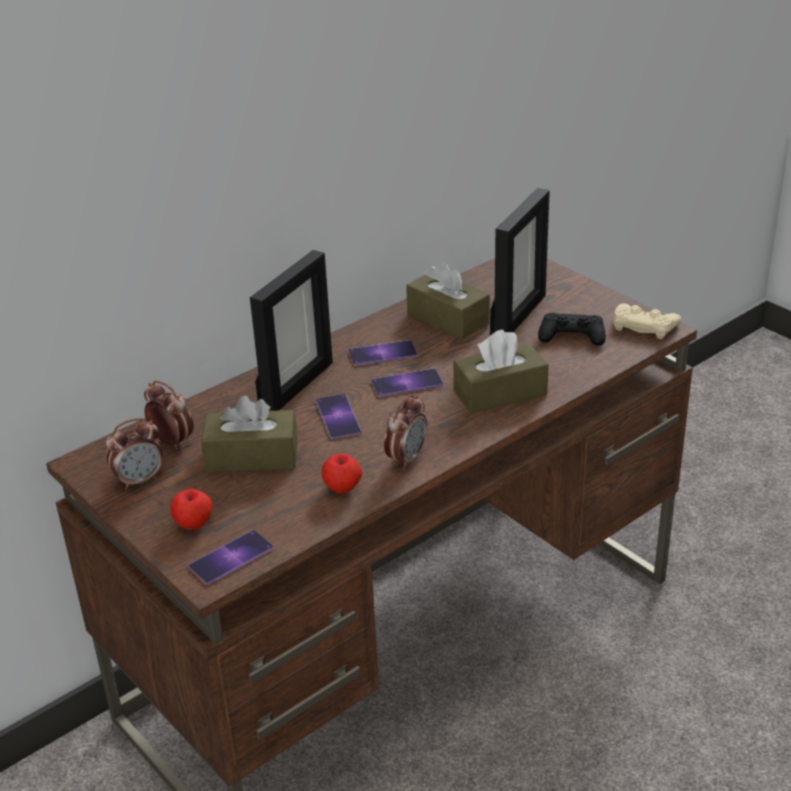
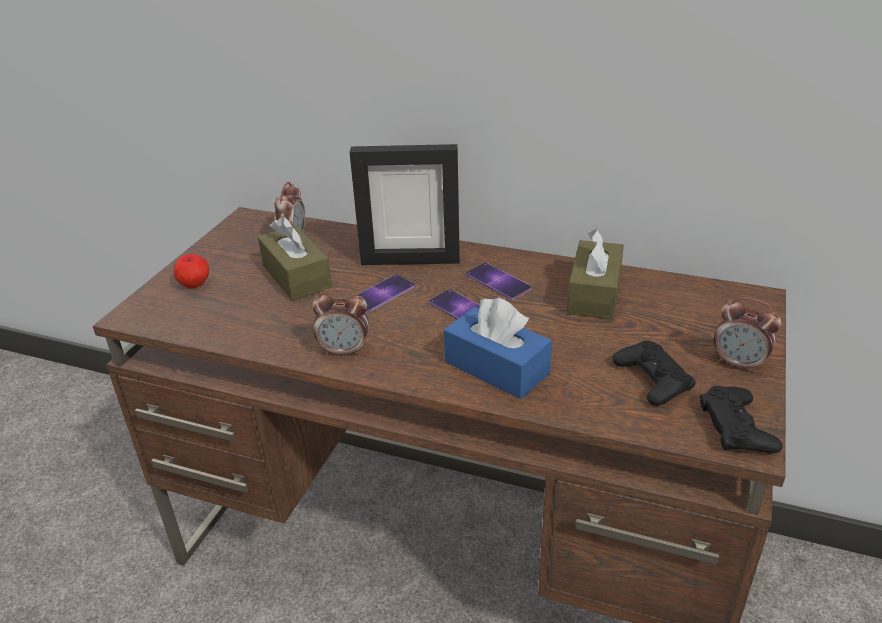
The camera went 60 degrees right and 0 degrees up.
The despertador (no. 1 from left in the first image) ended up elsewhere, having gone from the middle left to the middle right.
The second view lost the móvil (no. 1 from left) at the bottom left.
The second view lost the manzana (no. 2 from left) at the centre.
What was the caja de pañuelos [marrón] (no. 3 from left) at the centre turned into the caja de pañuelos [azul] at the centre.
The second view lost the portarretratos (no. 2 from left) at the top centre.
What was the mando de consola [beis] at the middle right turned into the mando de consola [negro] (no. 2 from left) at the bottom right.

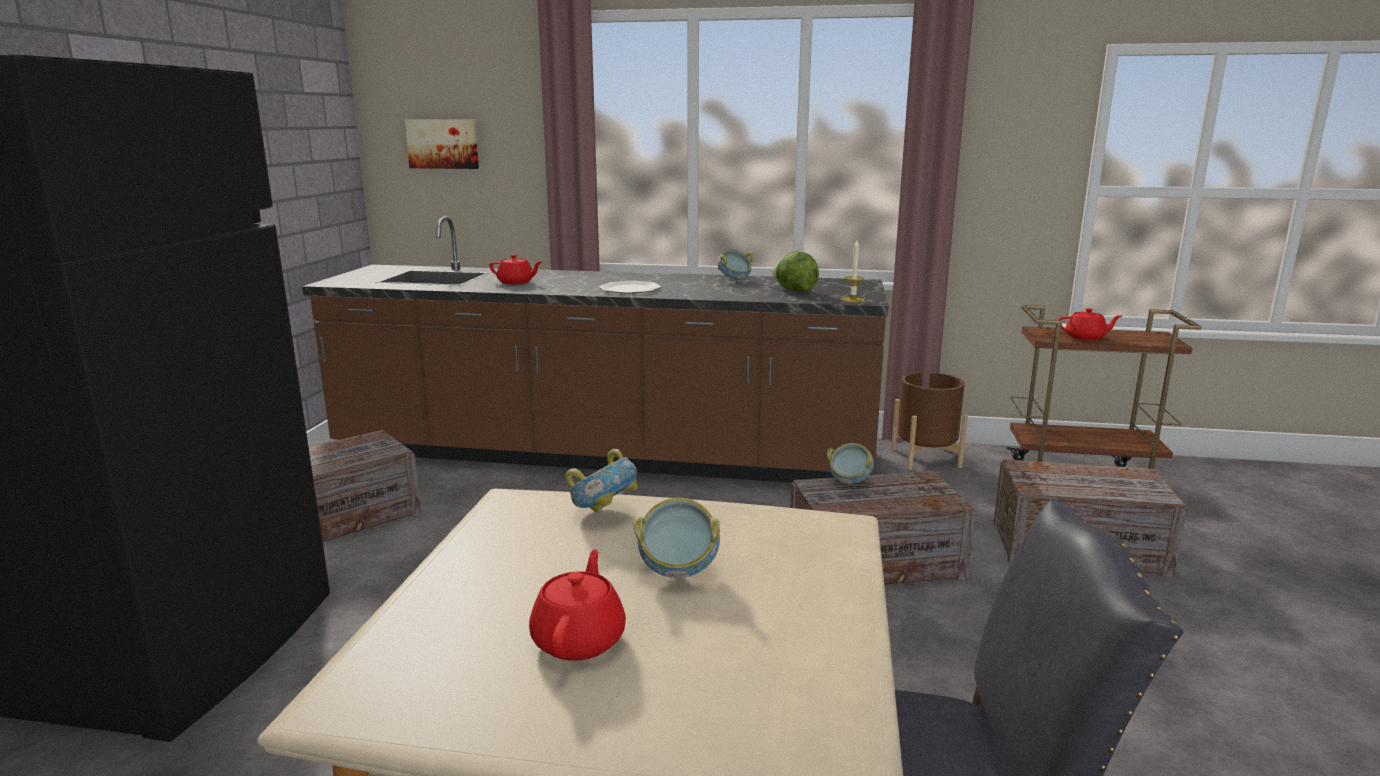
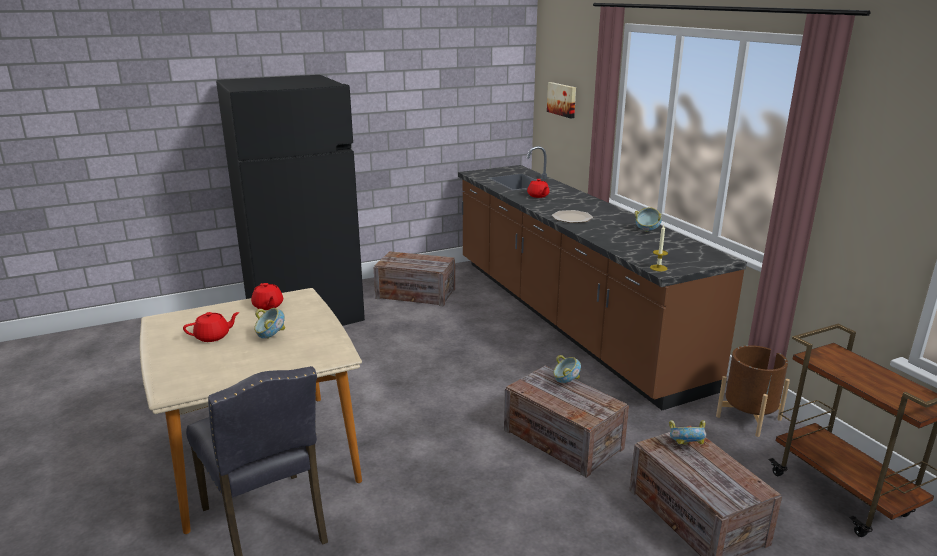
The camera went 55 degrees right and 5 degrees up.
The cuenco (no. 1 from left in the first image) ended up elsewhere, having gone from the centre to the bottom right.
The second view lost the lechuga at the centre.
The tetera [rojo] (no. 3 from left in the first image) ended up elsewhere, having gone from the middle right to the middle left.

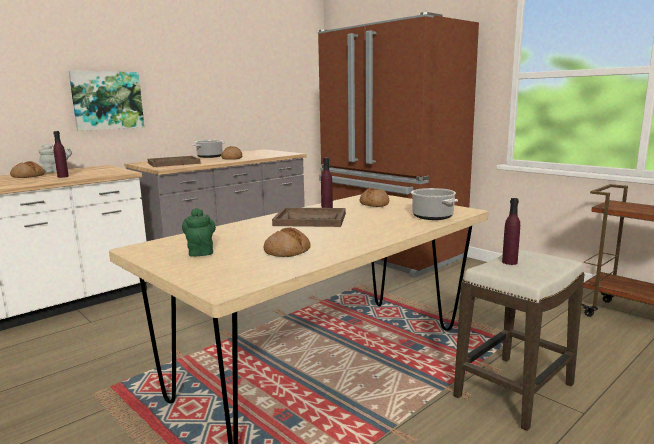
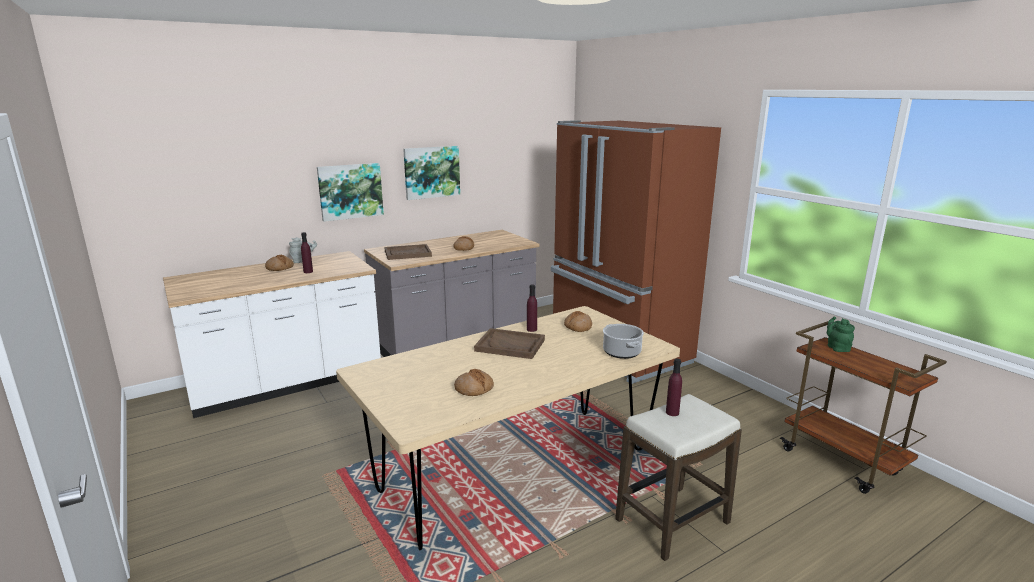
The camera went 10 degrees right and 5 degrees up.
The tetera [verde] ended up elsewhere, having gone from the middle left to the middle right.
The second view lost the olla (no. 1 from left) at the middle left.
The second view gained the cuadro (no. 2 from left) at the top centre.

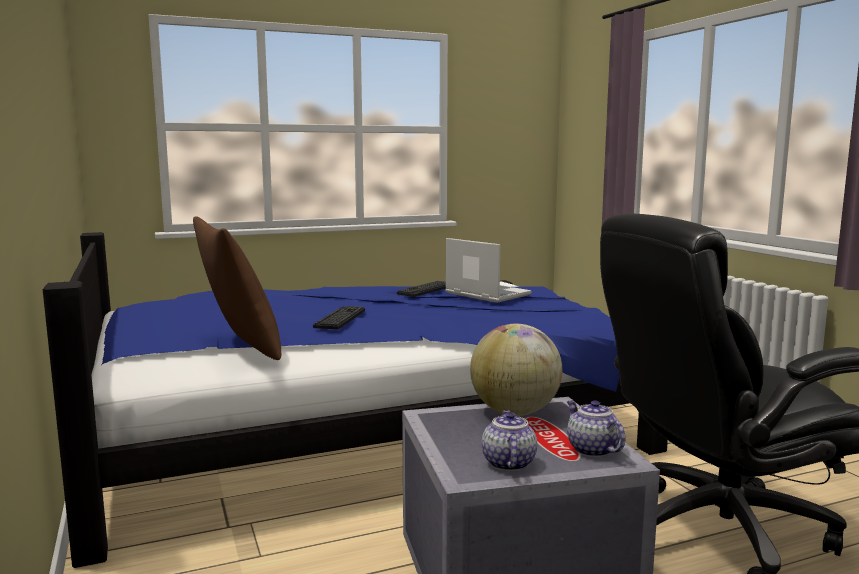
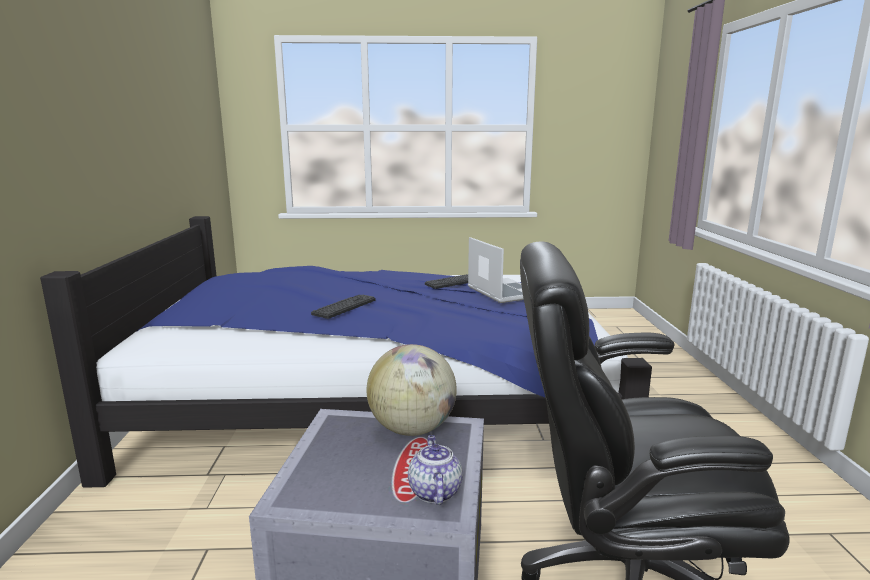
The camera went 20 degrees right and 5 degrees up.
The second view lost the cojín [marrón] at the middle left.
The second view lost the tetera (no. 1 from left) at the bottom centre.

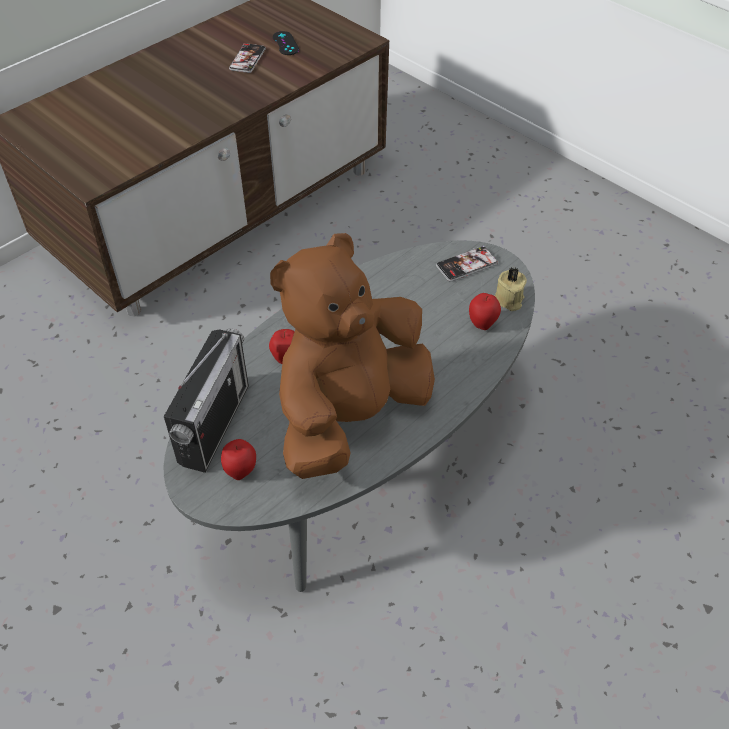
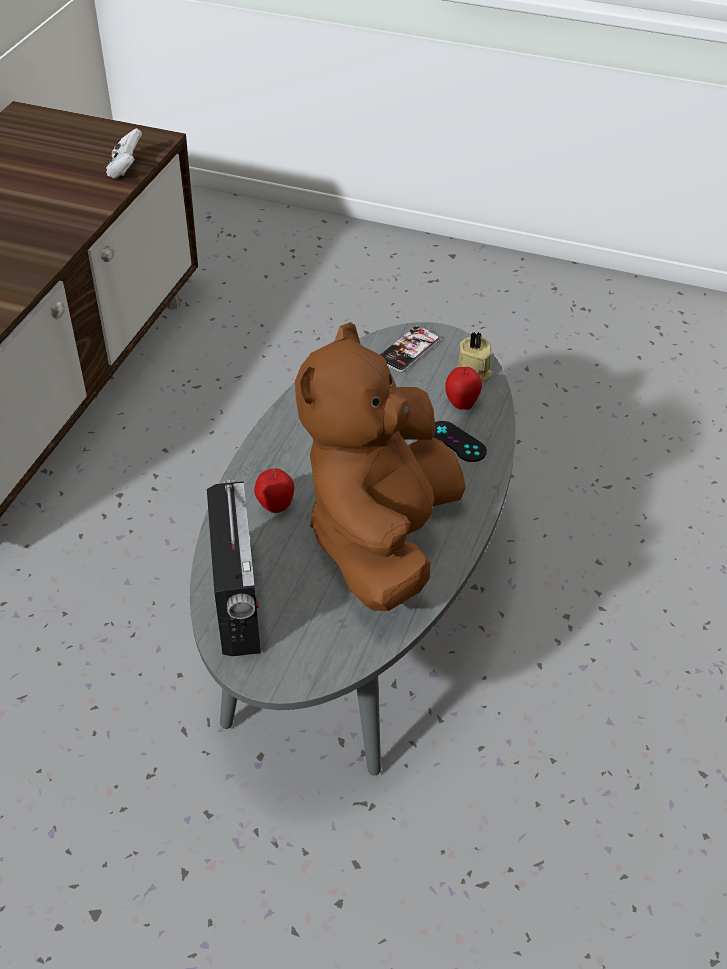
The camera went 25 degrees left and 5 degrees down.
The second view lost the manzana (no. 1 from left) at the middle left.
The second view lost the móvil (no. 1 from left) at the top centre.
The mando de consola [negro] ended up elsewhere, having gone from the top centre to the centre.
The second view gained the mando de consola [blanco] at the top left.

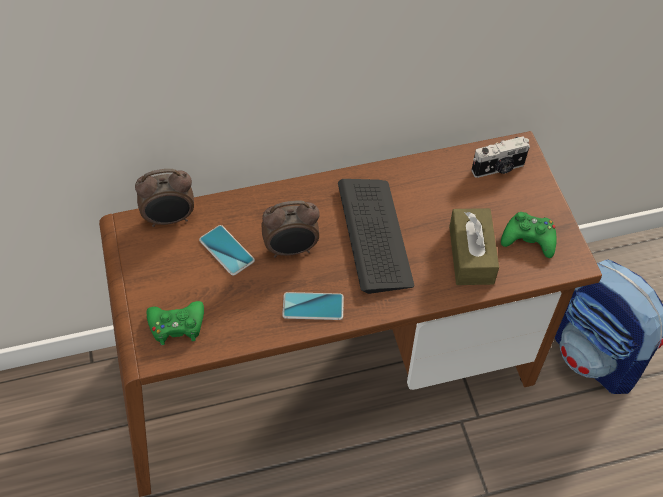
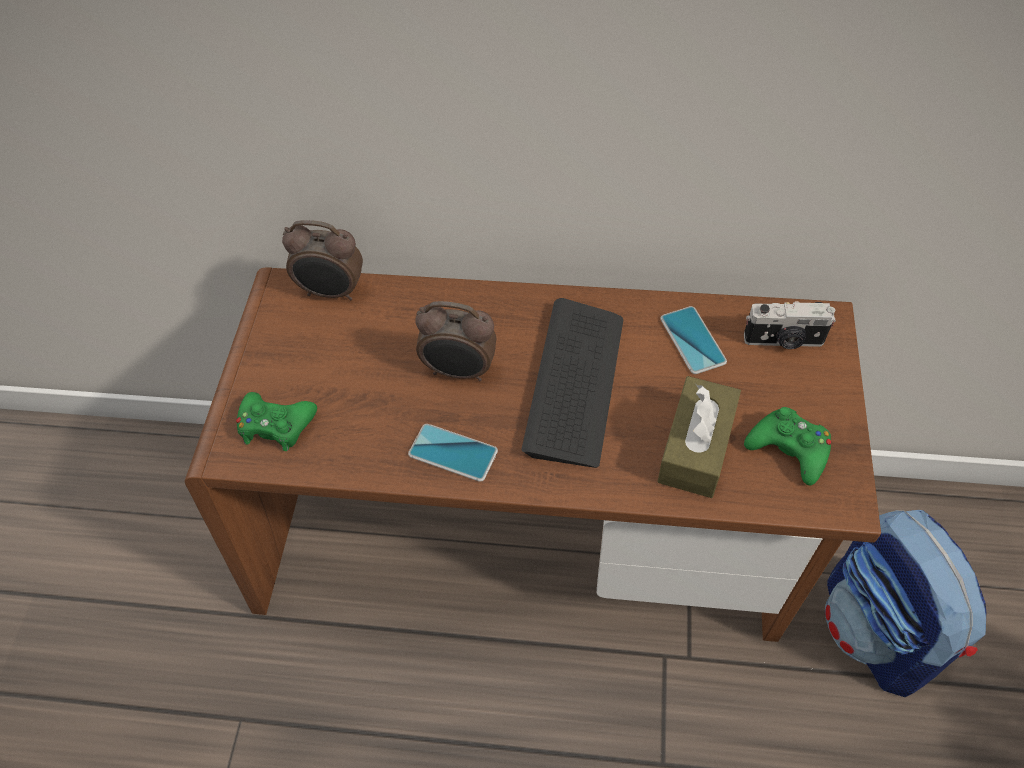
The camera went 25 degrees right and 0 degrees up.
The móvil (no. 1 from left in the first image) ended up elsewhere, having gone from the centre to the middle right.

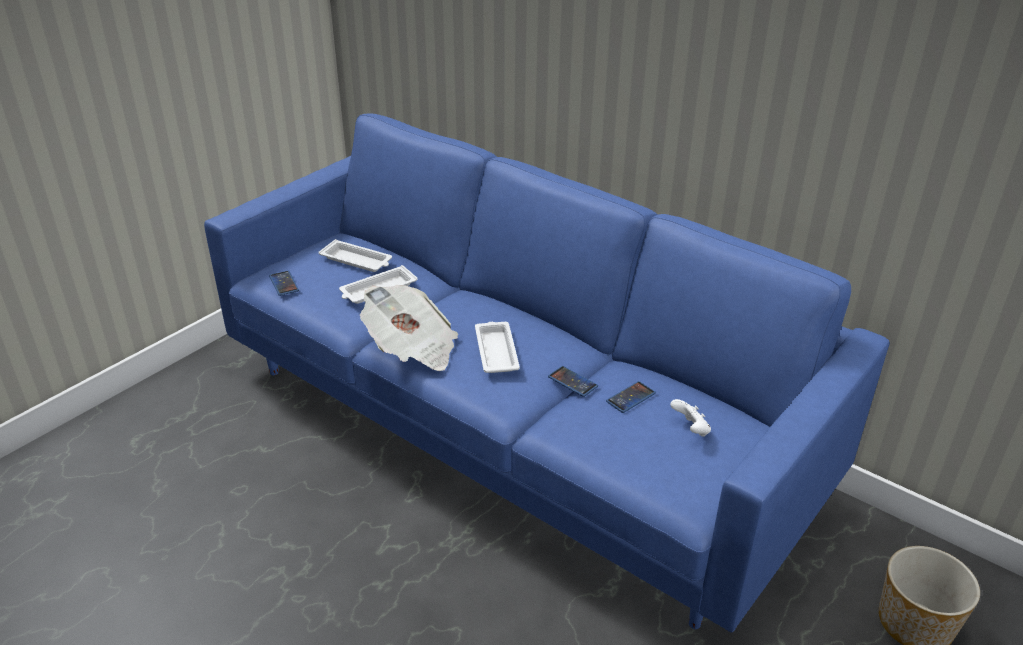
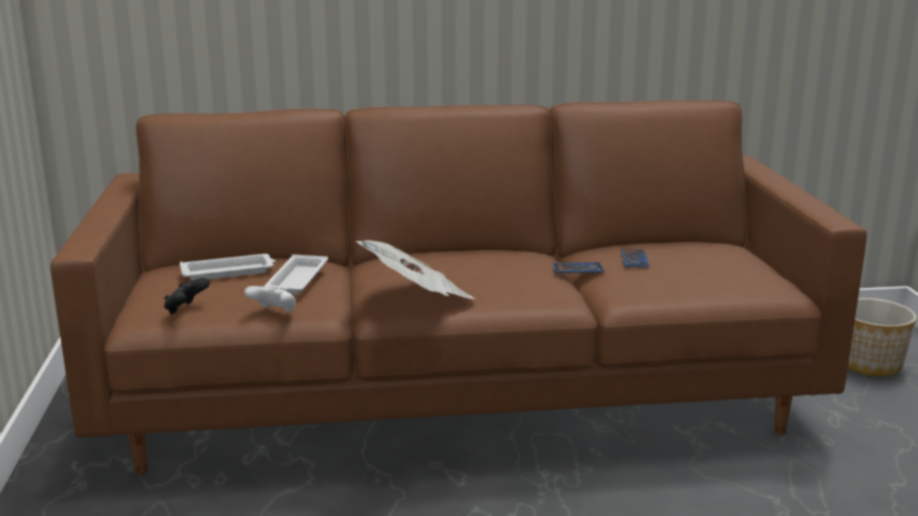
The camera went 45 degrees left and 15 degrees down.
What was the sofá [azul] at the centre turned into the sofá [marrón] at the centre.
Where the móvil (no. 1 from left) stood at the middle left, the mando de consola [negro] came to stand at the middle left.
The second view lost the bandeja [blanco] (no. 3 from left) at the centre.
The mando de consola [blanco] ended up elsewhere, having gone from the middle right to the middle left.

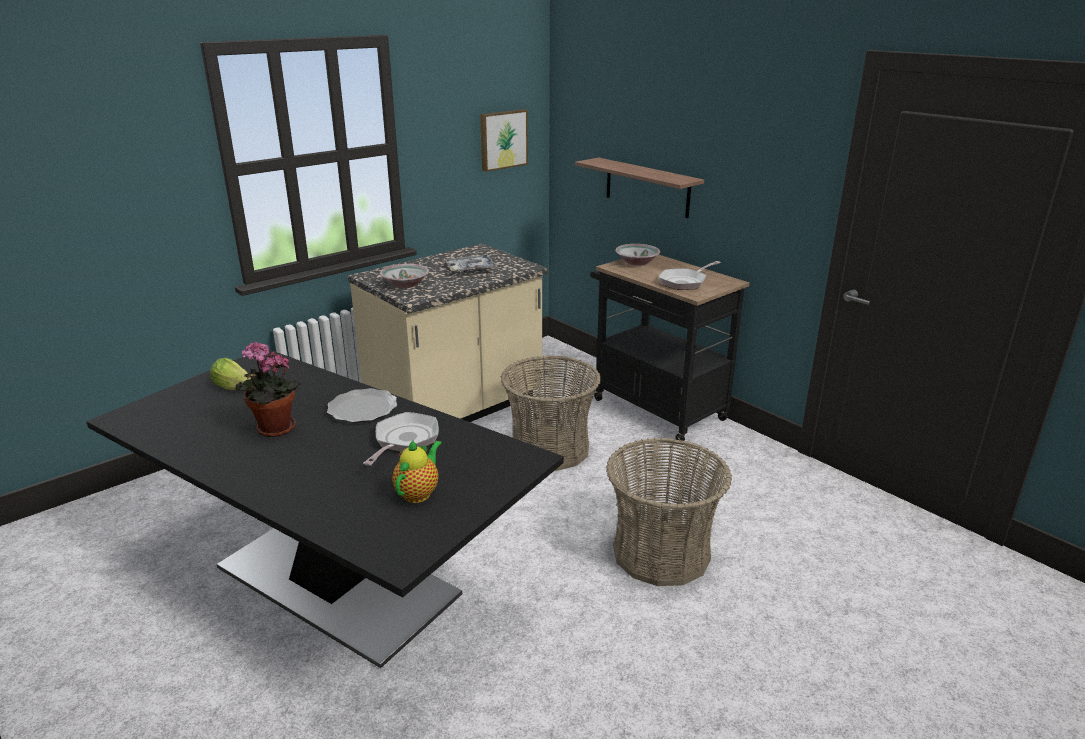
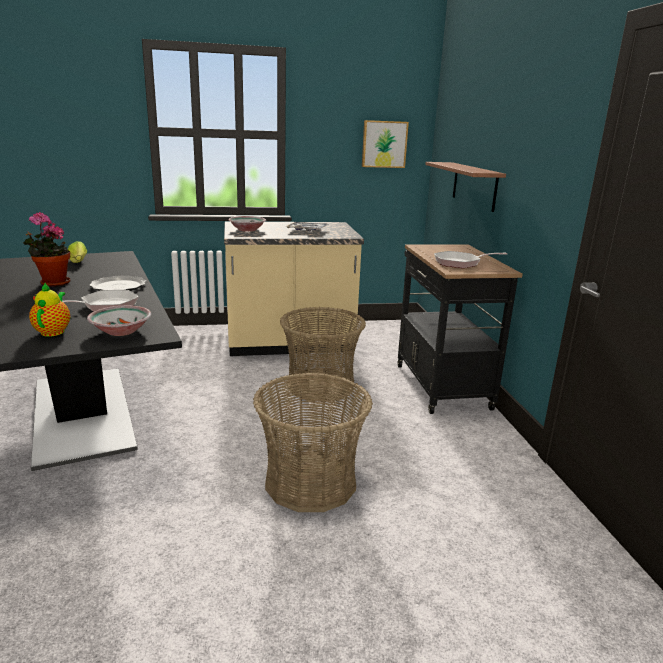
The camera went 30 degrees right and 5 degrees down.
The tetera at the centre ended up facing another way, 60 degrees counterclockwise from before.
The cuenco (no. 2 from left in the first image) ended up elsewhere, having gone from the centre to the middle left.

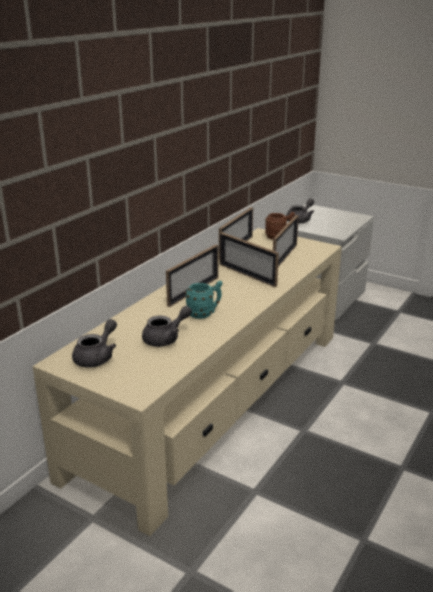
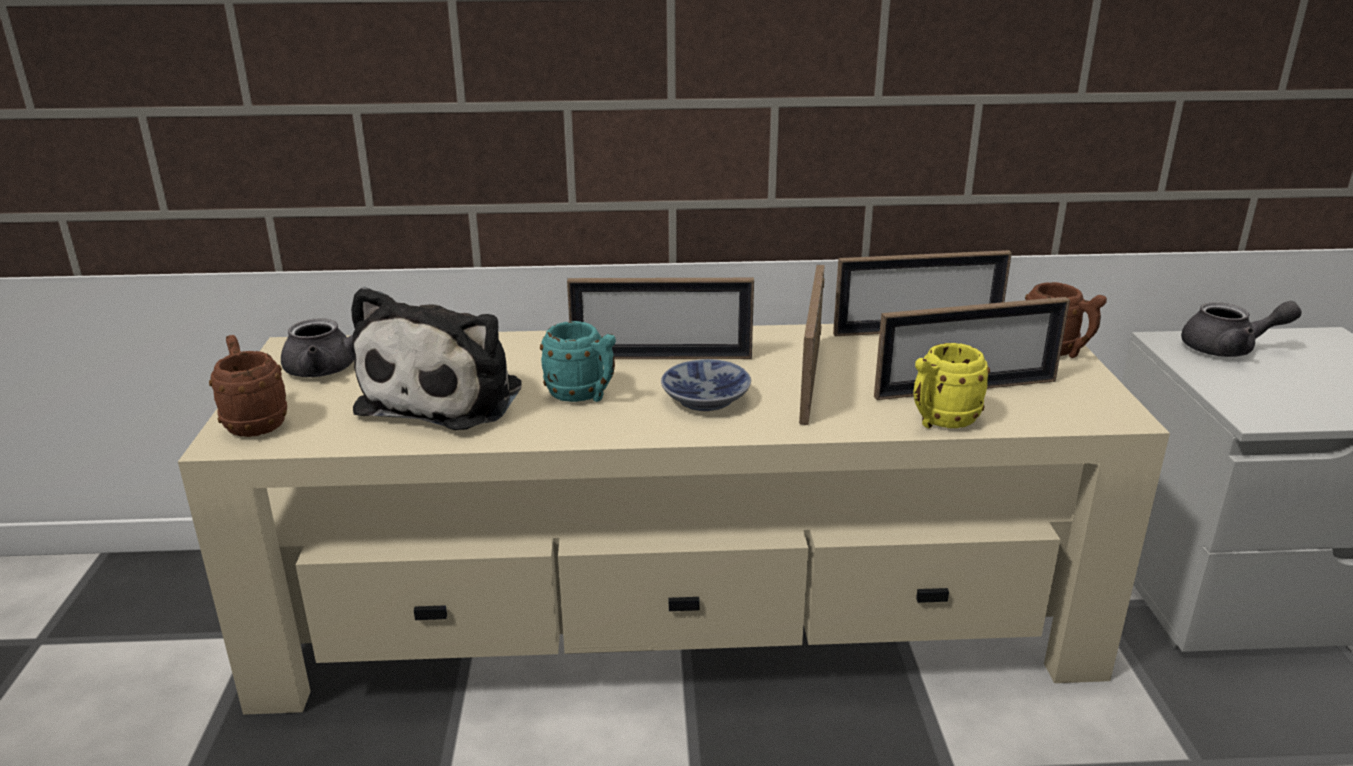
The camera went 55 degrees right and 0 degrees up.
Where the tetera [gris] (no. 2 from left) stood at the centre, the peluche came to stand at the middle left.
The second view gained the taza grande [marrón] (no. 1 from left) at the middle left.
The second view gained the cuenco at the centre.
The second view gained the taza grande [amarillo] at the middle right.

